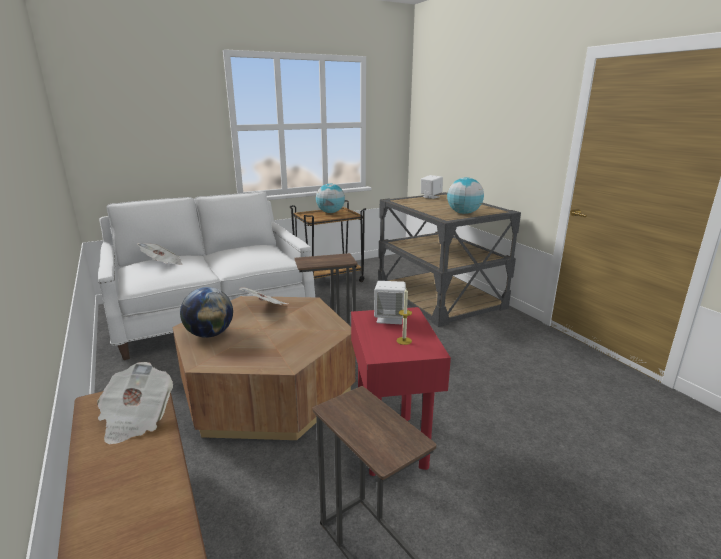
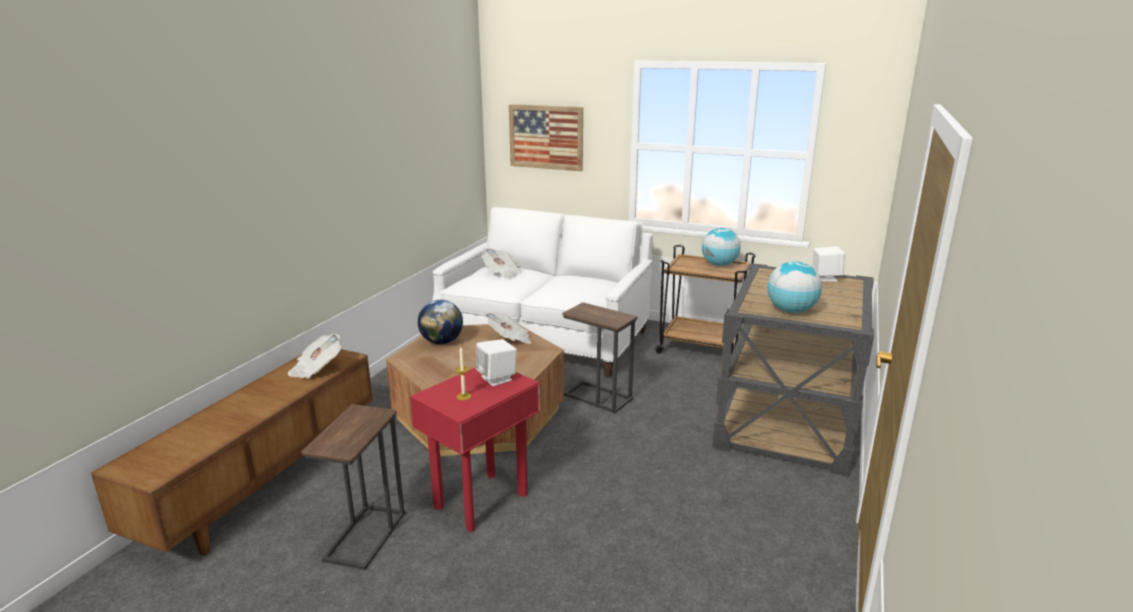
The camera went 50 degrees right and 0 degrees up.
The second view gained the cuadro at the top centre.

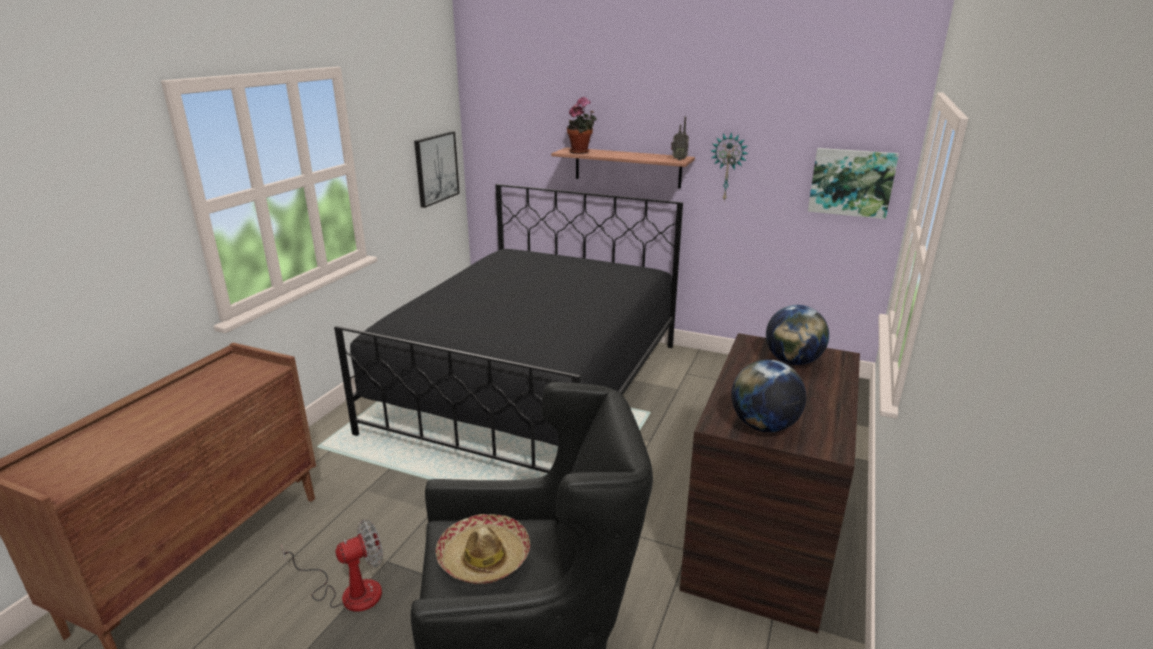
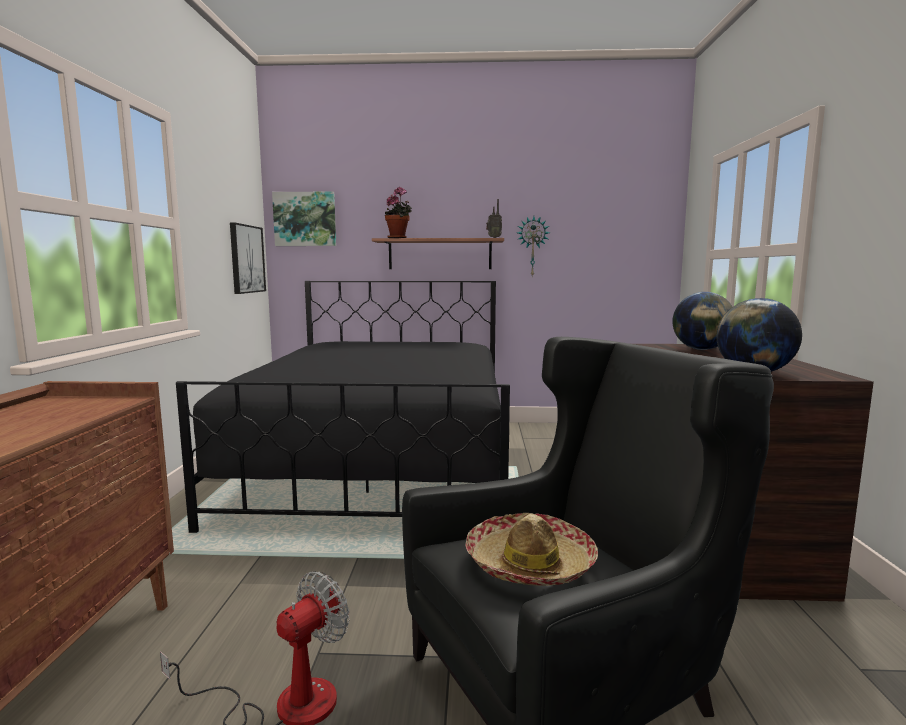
The camera went 20 degrees left and 15 degrees down.
The cuadro (no. 2 from left) ended up elsewhere, having gone from the top right to the top centre.

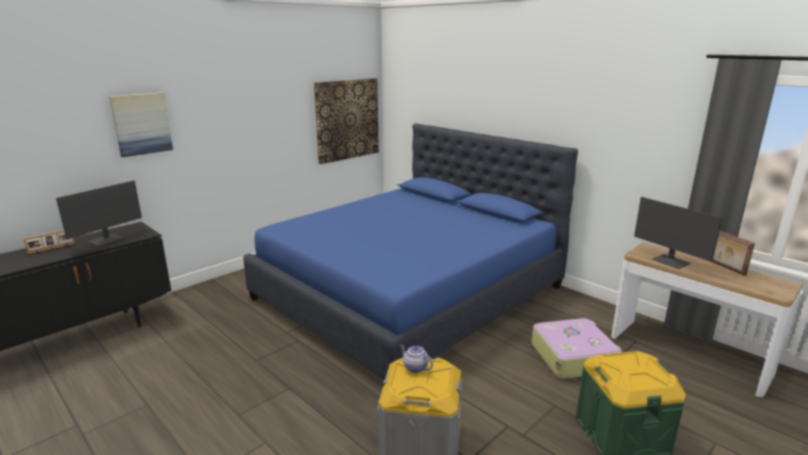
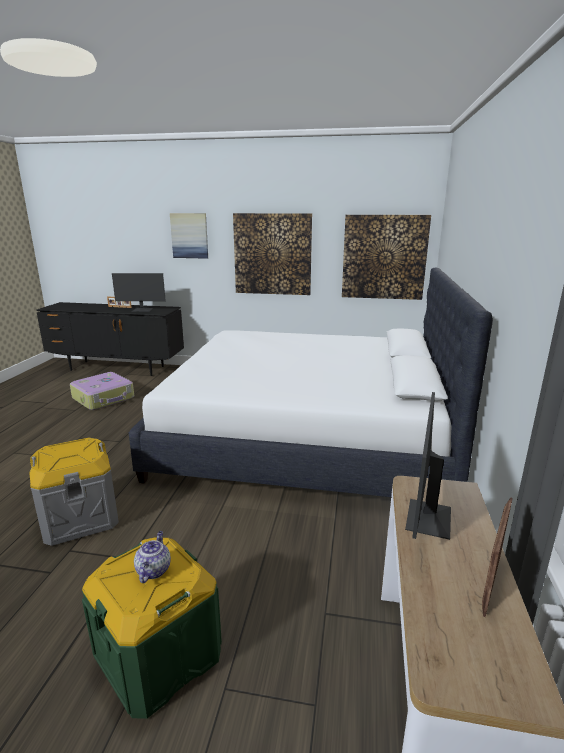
The camera went 55 degrees right and 0 degrees up.
What was the cama [azul] at the centre turned into the cama [blanco] at the centre.
The tetera ended up elsewhere, having gone from the bottom centre to the bottom left.
The maleta ended up elsewhere, having gone from the bottom right to the middle left.
The second view gained the cuadro (no. 2 from left) at the centre.

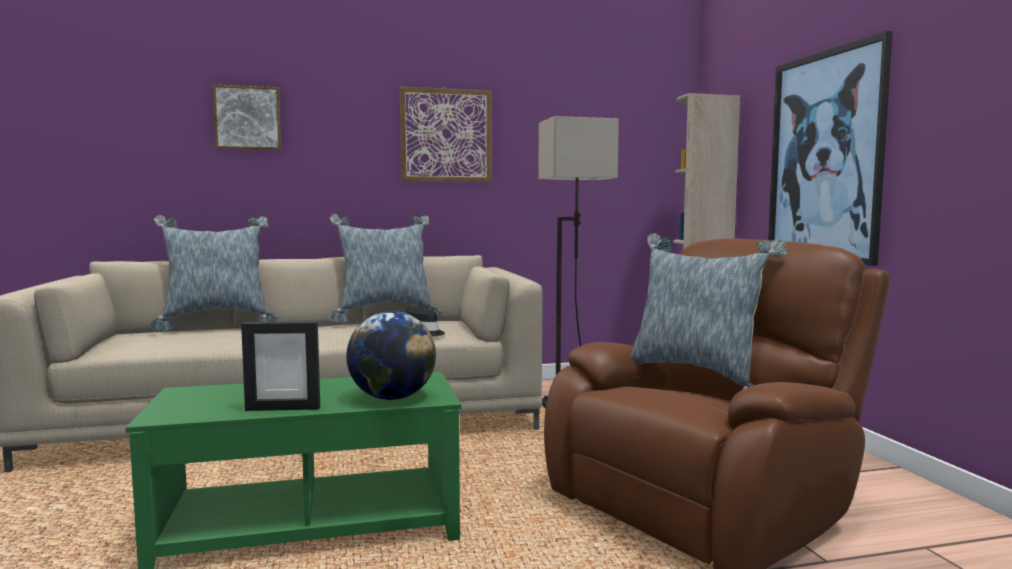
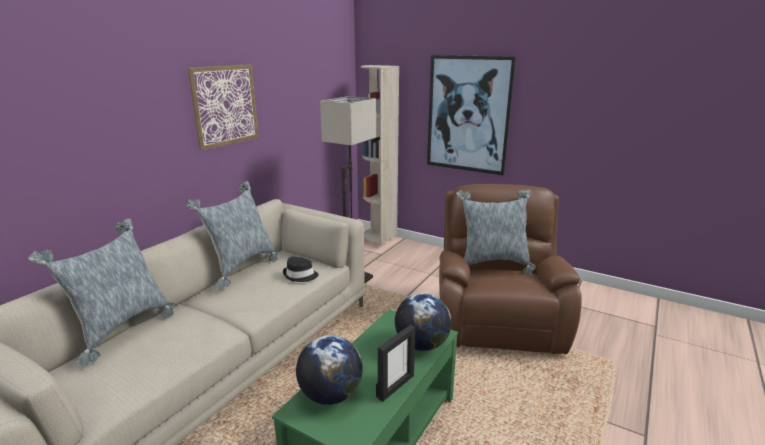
The camera went 45 degrees left and 15 degrees up.
The second view lost the cuadro (no. 1 from left) at the top left.
The second view gained the globo terráqueo (no. 1 from left) at the bottom centre.

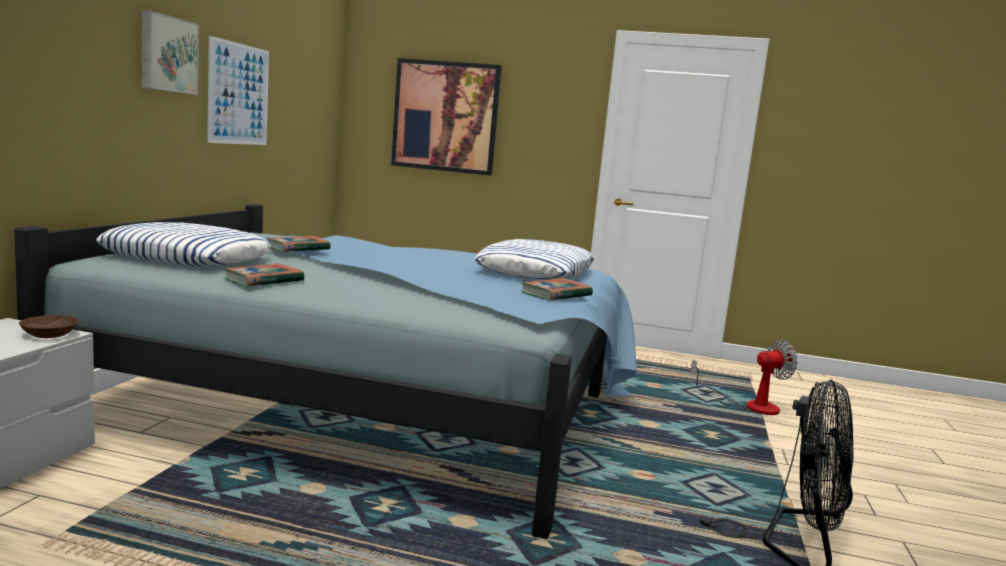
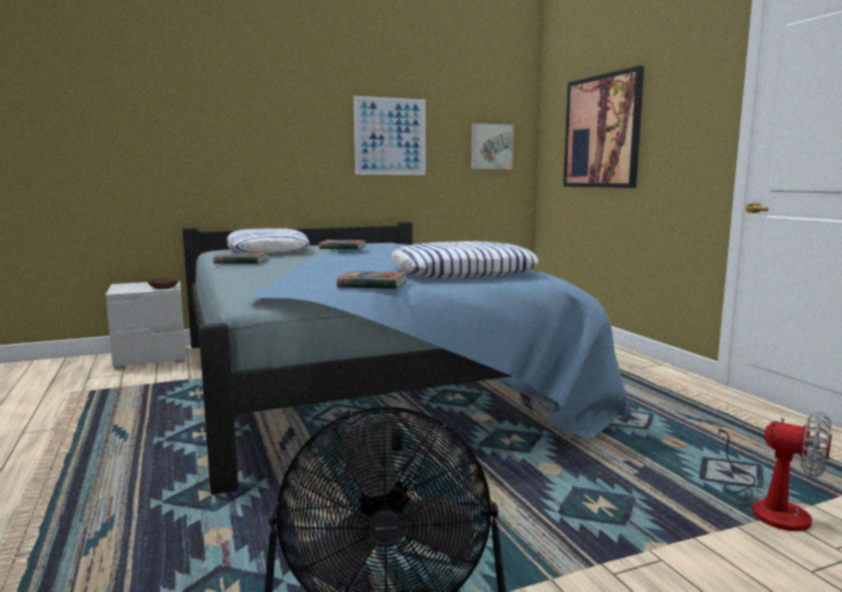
The camera went 55 degrees right and 0 degrees up.
The cuadro (no. 1 from left in the first image) ended up elsewhere, having gone from the top left to the top centre.

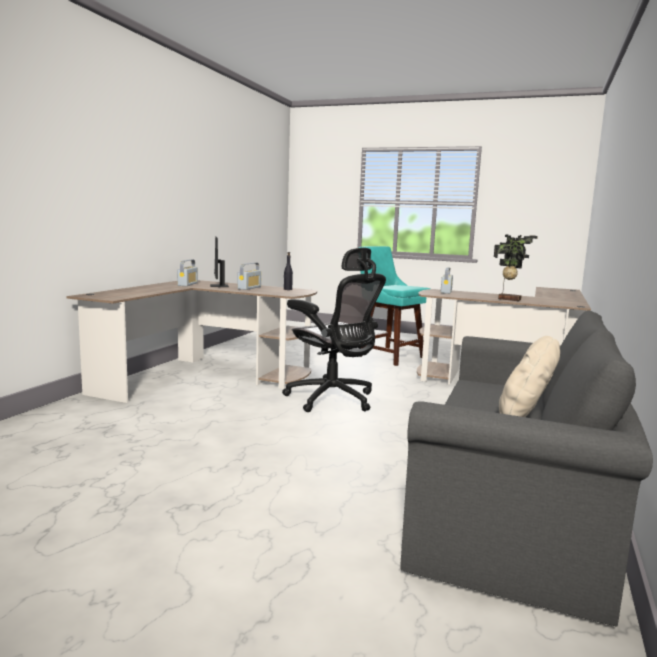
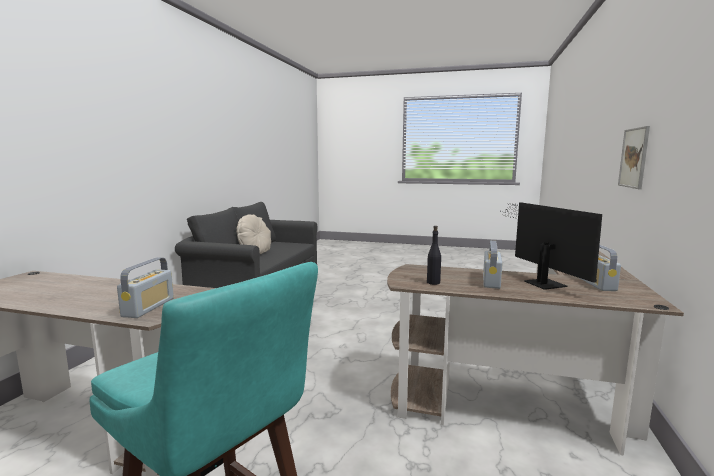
The camera went 175 degrees right and 0 degrees up.
The second view lost the silla de oficina at the centre.
The second view lost the planta en maceta at the middle right.
The second view gained the cuadro at the top right.

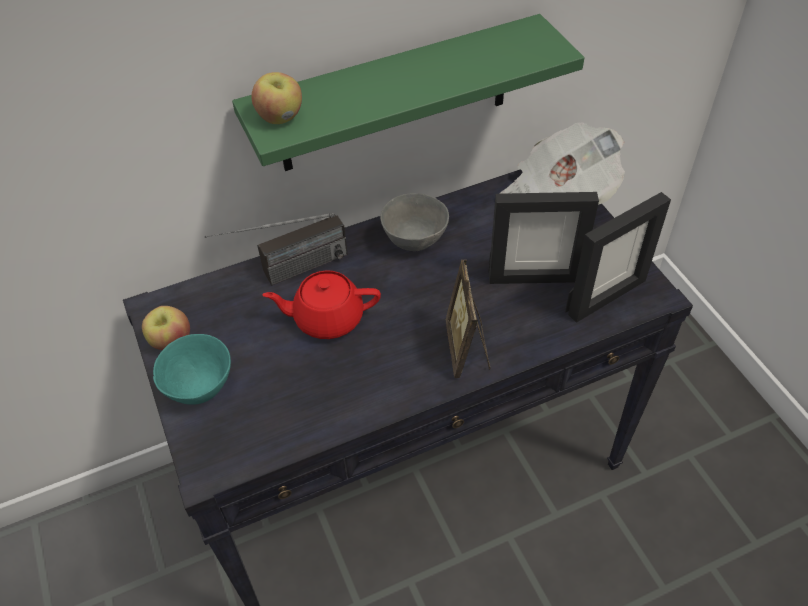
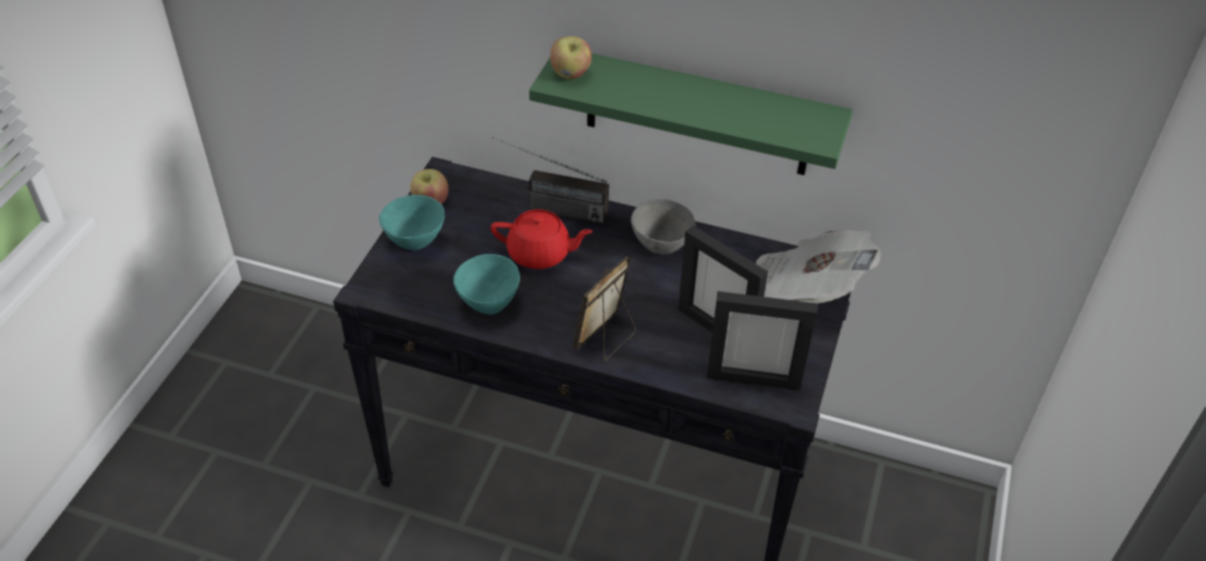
The camera went 40 degrees right and 5 degrees down.
The tetera [rojo] at the centre ended up facing another way, 150 degrees clockwise from before.
The second view gained the cuenco [turquesa] (no. 2 from left) at the centre.

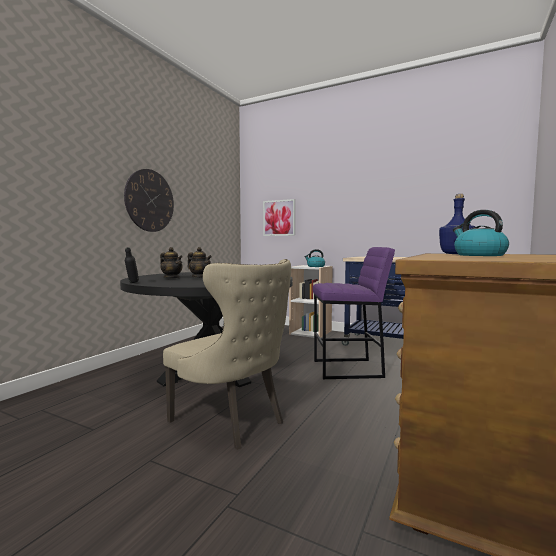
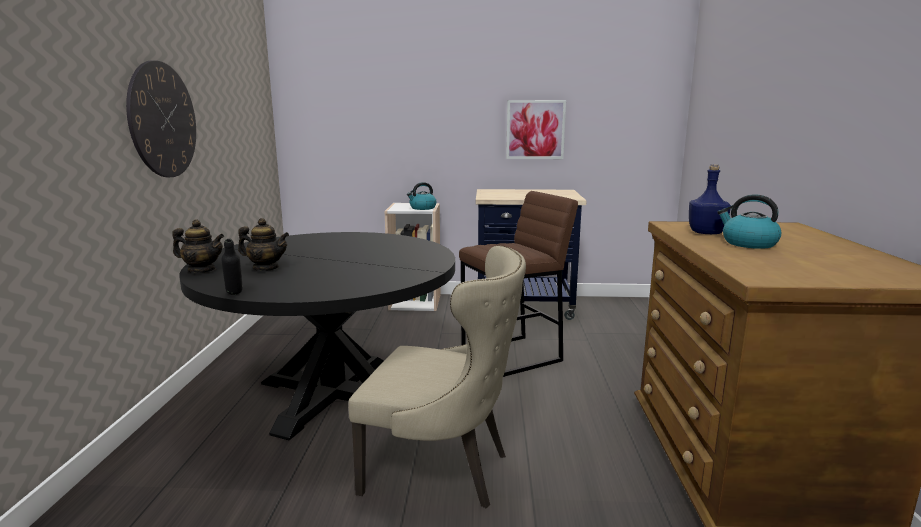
The camera went 25 degrees left and 10 degrees up.
The tetera (no. 2 from left in the first image) ended up elsewhere, having gone from the centre to the middle left.
The cuadro ended up elsewhere, having gone from the centre to the top centre.
What was the taburete [morado] at the centre turned into the taburete [marrón] at the centre.

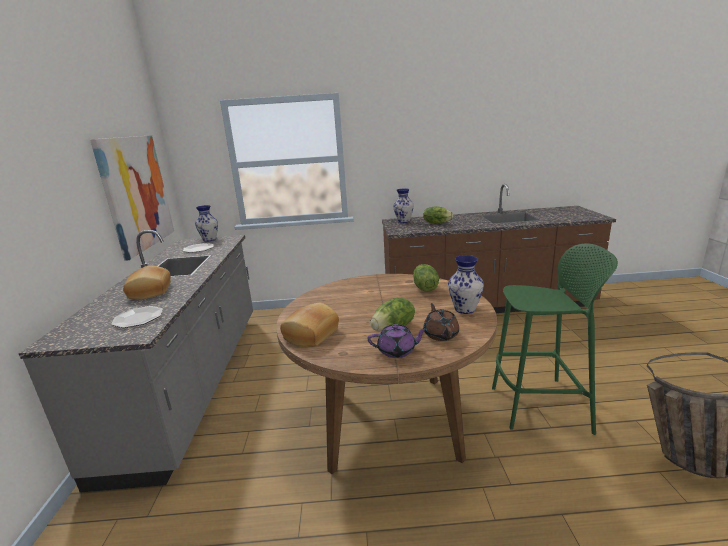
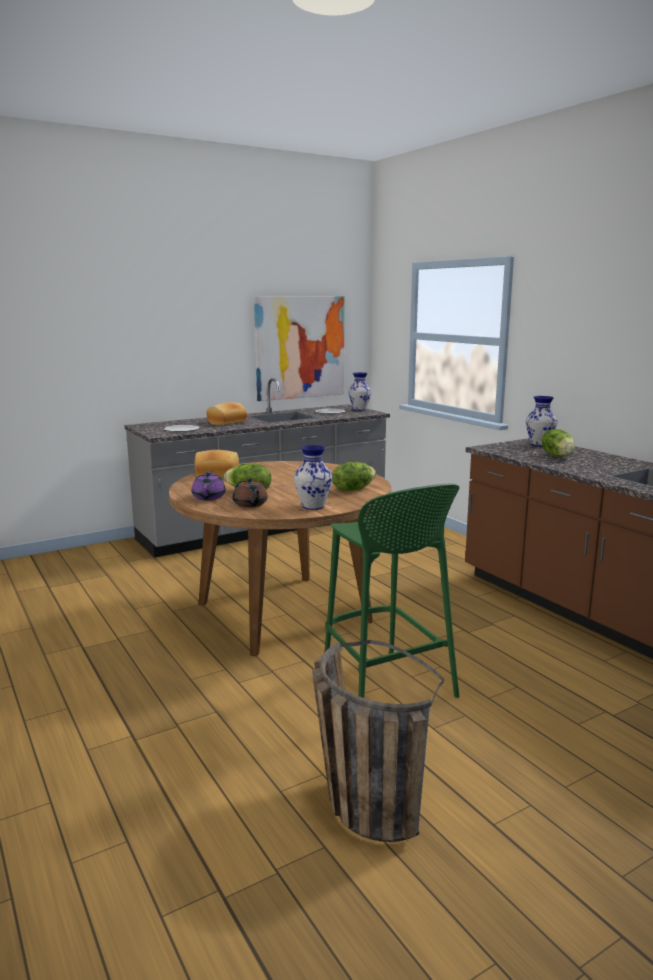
The camera went 60 degrees right and 5 degrees down.
The tetera [morado] at the centre ended up facing another way, 150 degrees counterclockwise from before.
The tetera [marrón] at the centre ended up facing another way, 105 degrees clockwise from before.

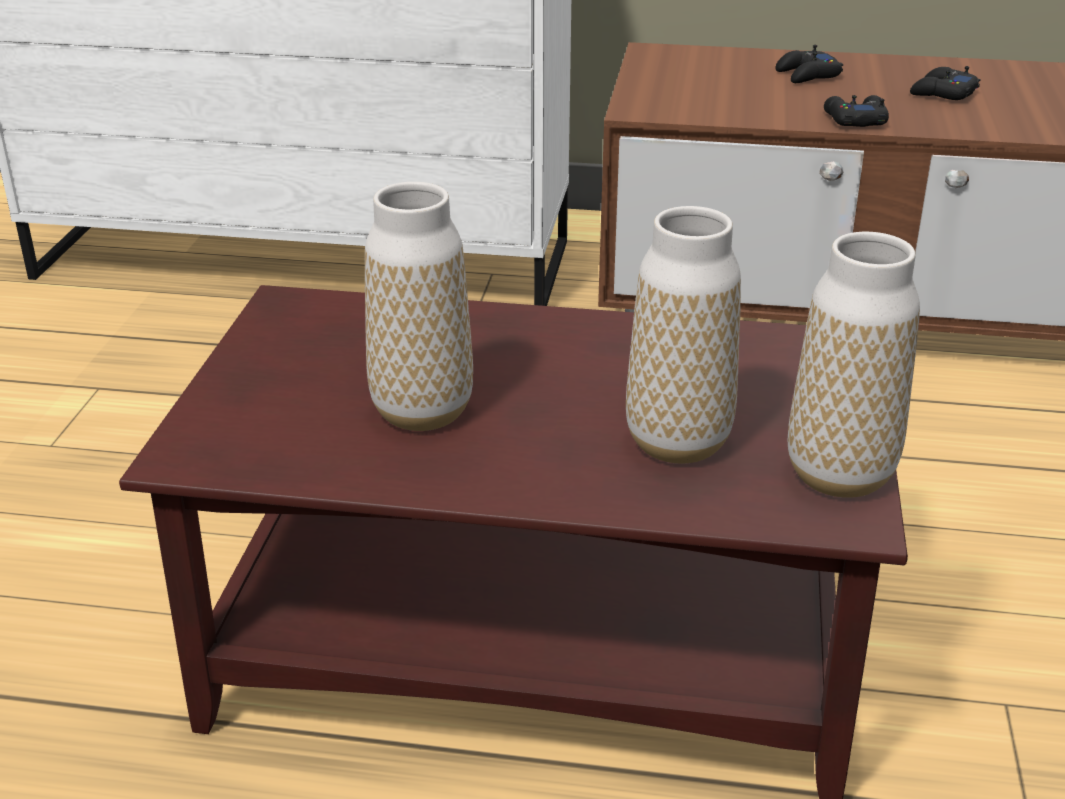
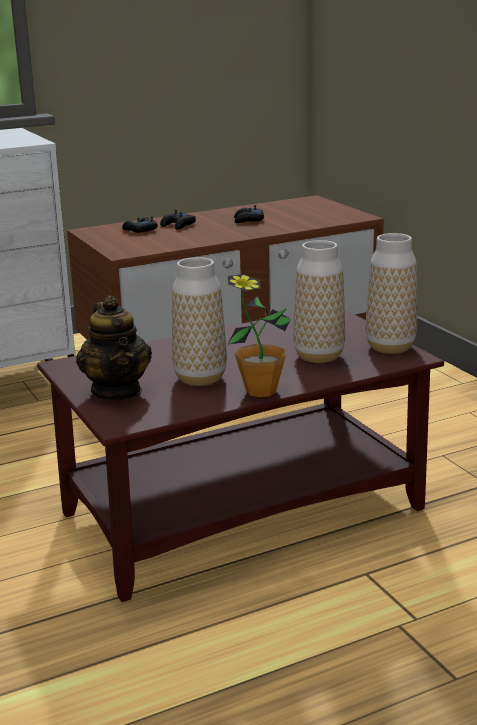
The camera went 35 degrees left and 10 degrees down.
The mando de consola [negro] (no. 2 from left in the first image) ended up elsewhere, having gone from the top right to the top left.
The second view gained the tetera at the middle left.
The second view gained the planta en maceta at the centre.

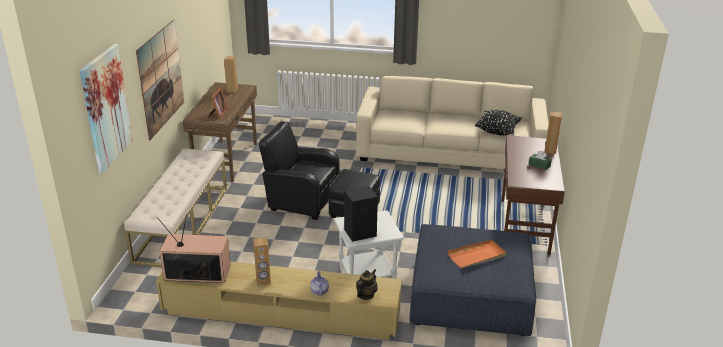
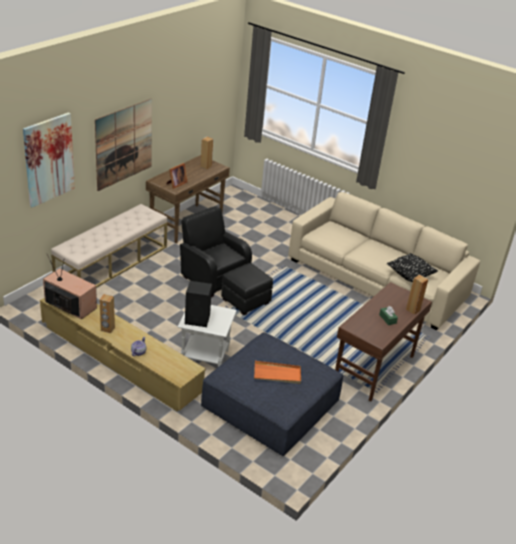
The camera went 25 degrees right and 5 degrees up.
The second view lost the tetera (no. 2 from left) at the bottom centre.

